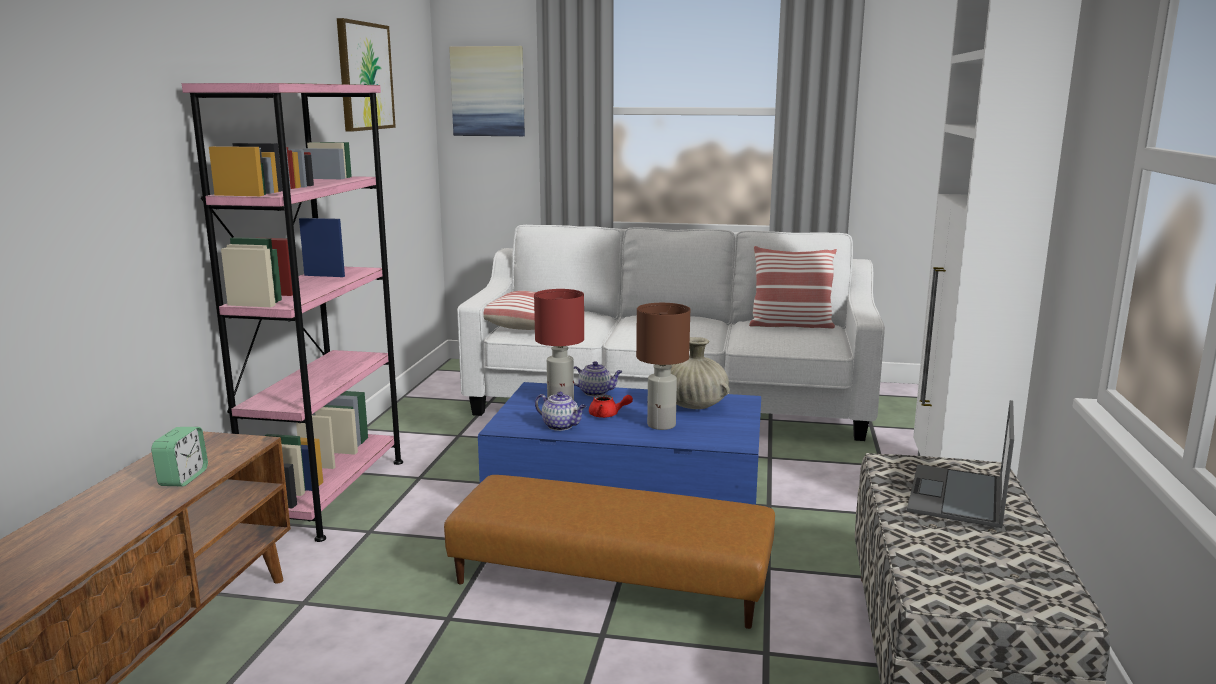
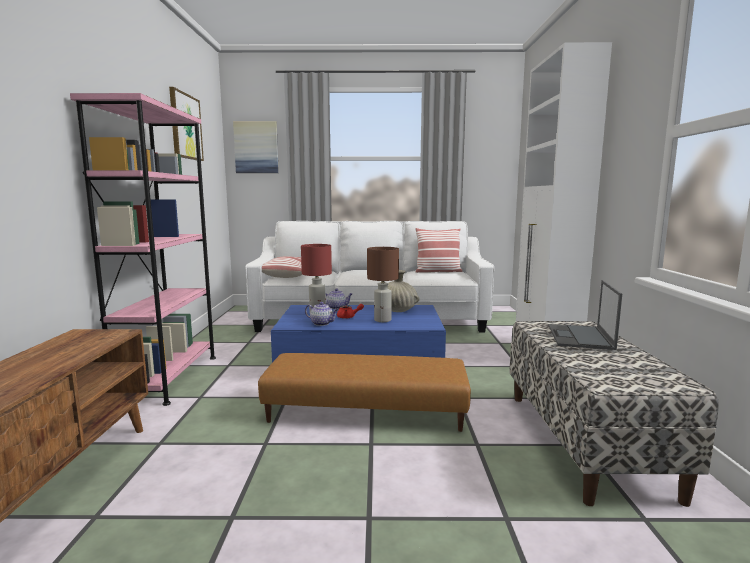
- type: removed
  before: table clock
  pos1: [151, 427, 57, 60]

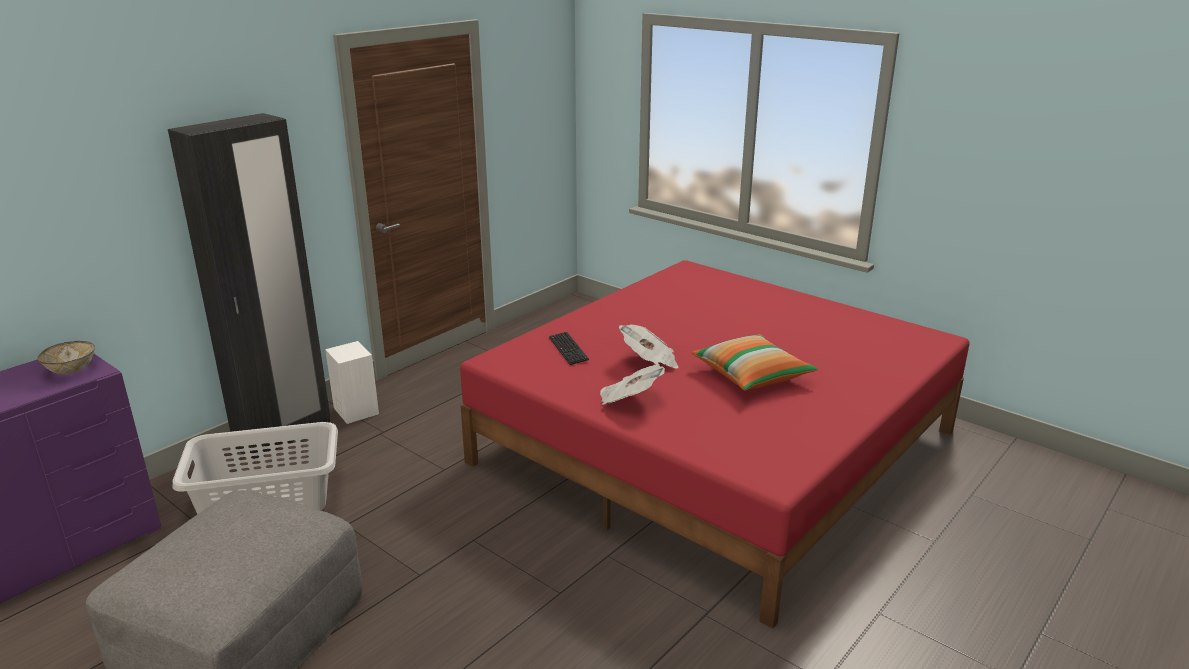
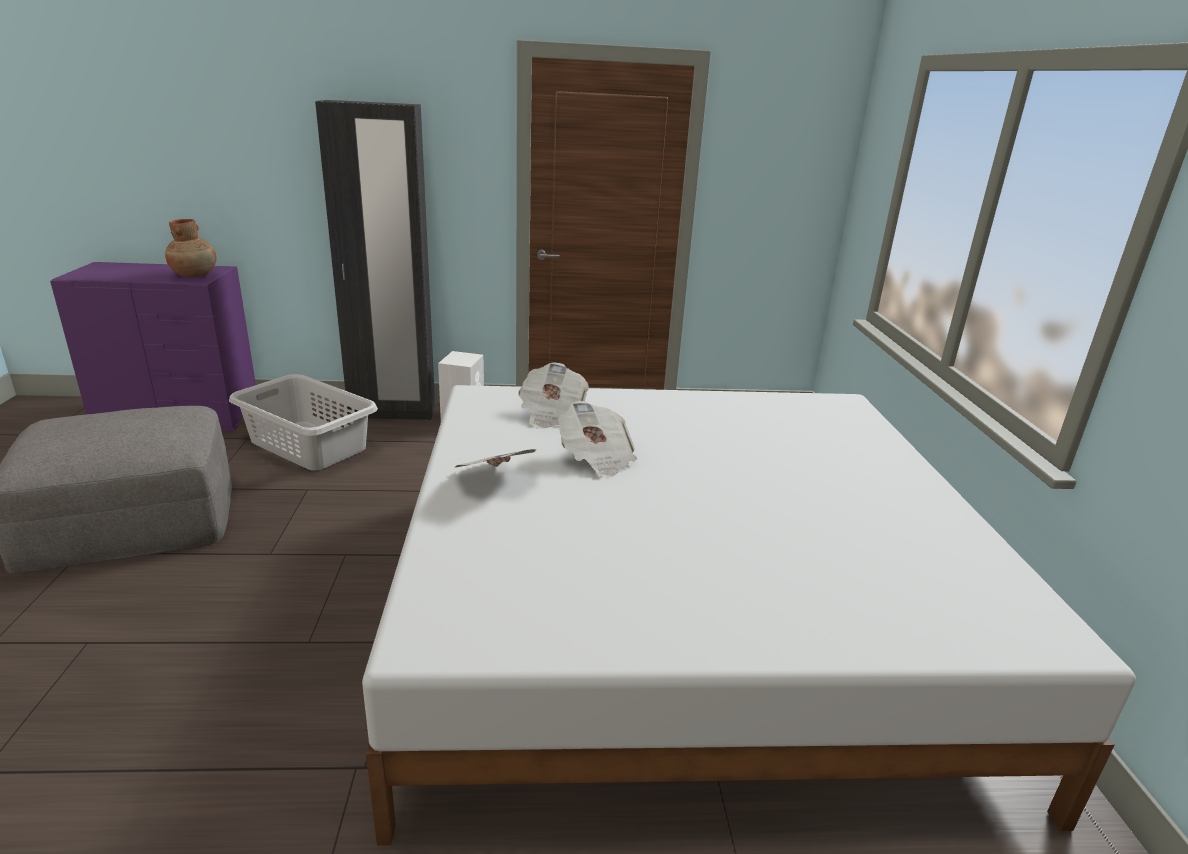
- type: removed
  before: pillow
  pos1: [691, 334, 127, 57]
- type: replaced
  before: serving bowl
  after: brown vase
  pos1: [37, 341, 58, 33]
  pos2: [165, 219, 52, 58]
- type: replaced
  before: computer keyboard
  after: printed paper
  pos1: [549, 332, 40, 33]
  pos2: [518, 363, 71, 66]
- type: recoloured
  before: red-coloured sleeping bed
  after: white-coloured sleeping bed
  pos1: [460, 260, 510, 369]
  pos2: [362, 385, 774, 461]

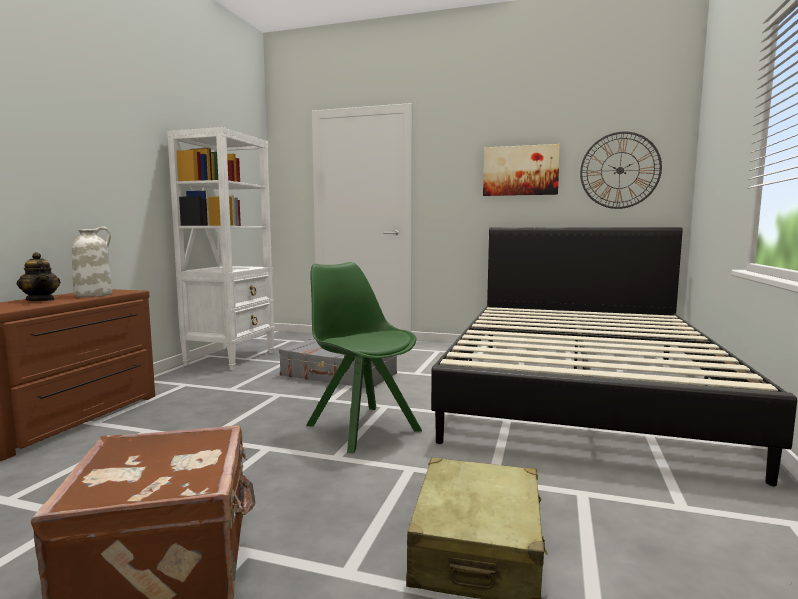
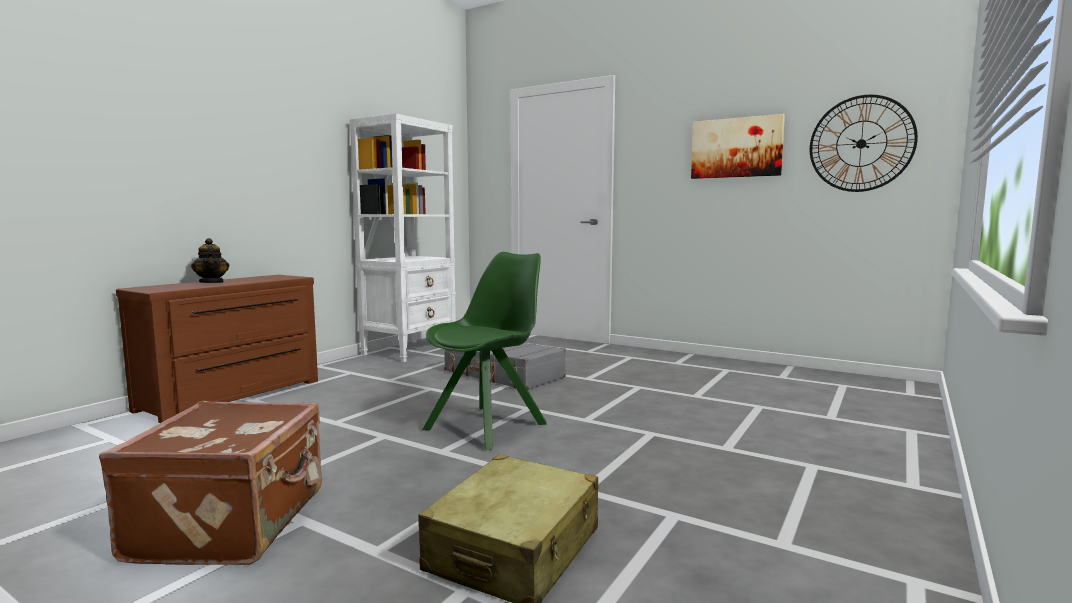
- type: removed
  before: white-coloured vase
  pos1: [72, 226, 40, 71]
- type: removed
  before: blackish sleeping bed
  pos1: [431, 227, 366, 259]
- type: turned
  before: green upright chair
  pos1: [306, 262, 116, 192]
  pos2: [422, 252, 125, 199]
  turn: 60

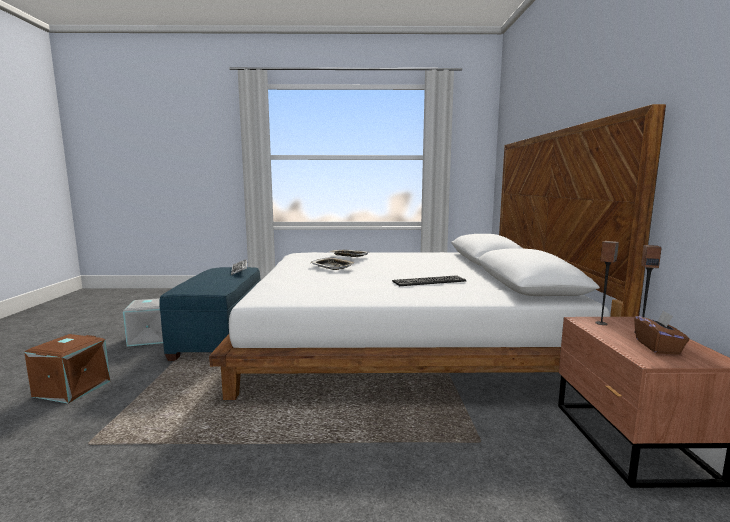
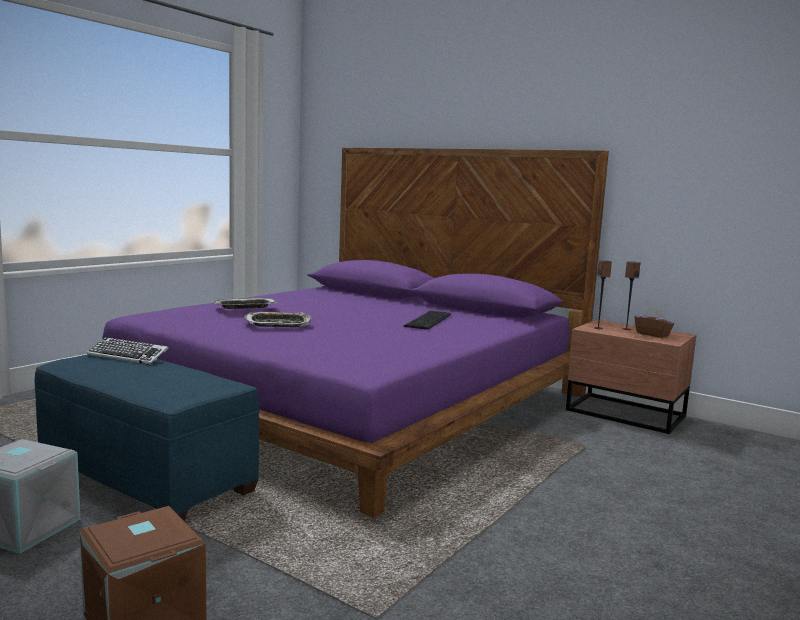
- type: recoloured
  before: white-coloured sleeping bed
  after: purplish sleeping bed
  pos1: [209, 104, 457, 296]
  pos2: [102, 148, 507, 370]

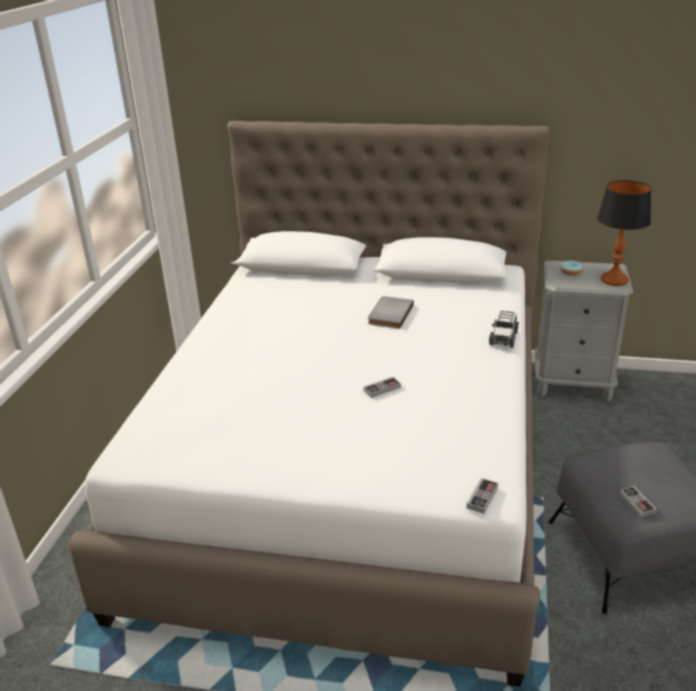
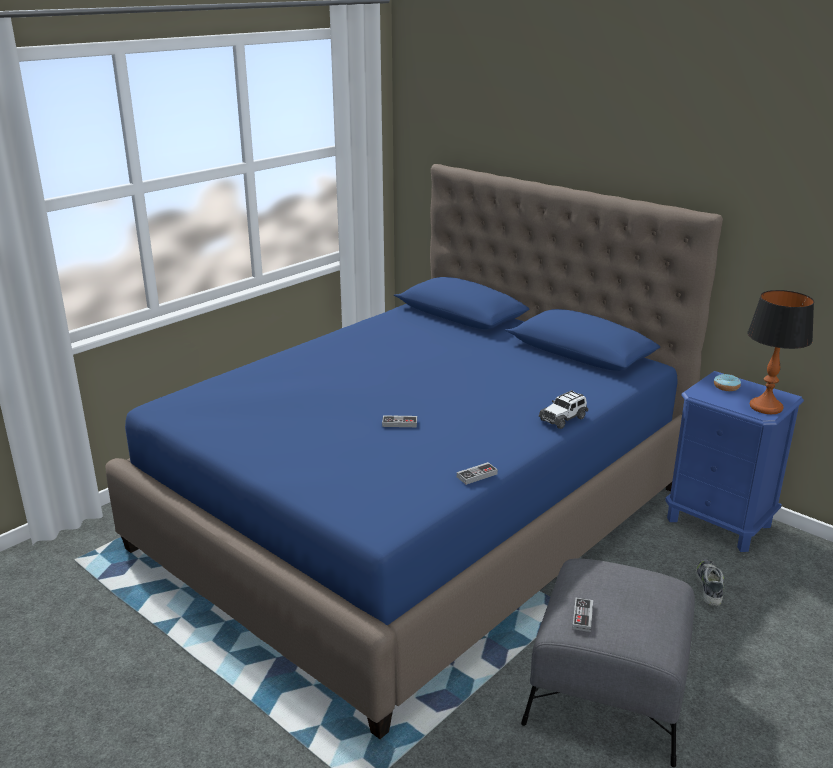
- type: removed
  before: greyish book
  pos1: [368, 296, 46, 33]
- type: added
  after: low shoe
  pos2: [696, 559, 28, 47]
- type: moved
  before: gamepad
  pos1: [466, 478, 32, 36]
  pos2: [457, 462, 41, 23]
- type: recoloured
  before: white-coloured sleeping bed
  after: blue sleeping bed
  pos1: [69, 121, 481, 566]
  pos2: [105, 164, 618, 575]
- type: recoloured
  before: greyish bedside table
  after: blue bedside table
  pos1: [535, 261, 98, 141]
  pos2: [665, 371, 139, 181]

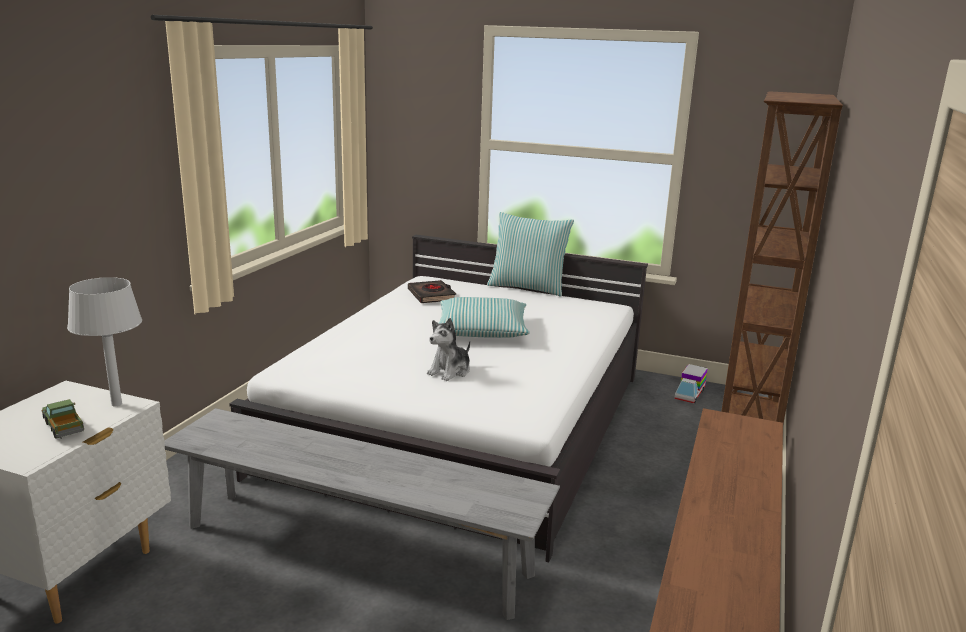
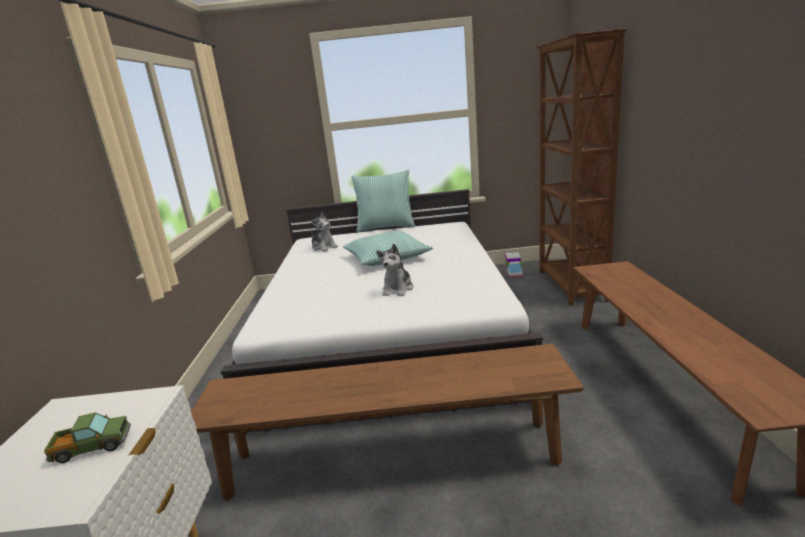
- type: removed
  before: greyish table lamp
  pos1: [67, 277, 75, 129]
- type: replaced
  before: blackish book
  after: soft toy
  pos1: [408, 280, 48, 23]
  pos2: [311, 212, 27, 40]
- type: recoloured
  before: greyish long seat
  after: brown long seat
  pos1: [164, 408, 396, 212]
  pos2: [191, 344, 393, 157]
- type: turned
  before: toy truck
  pos1: [42, 399, 42, 40]
  pos2: [44, 412, 87, 51]
  turn: 135

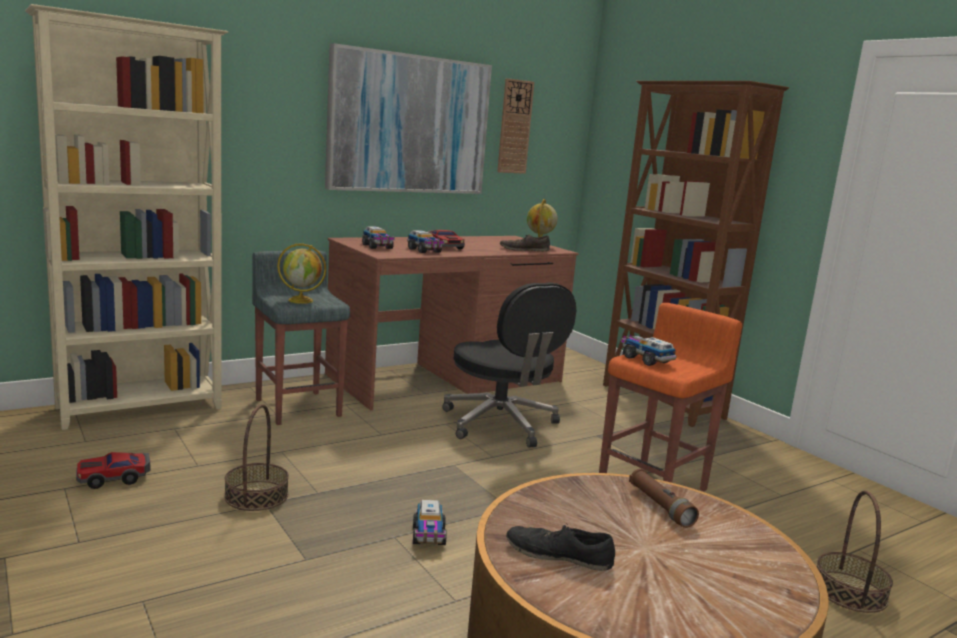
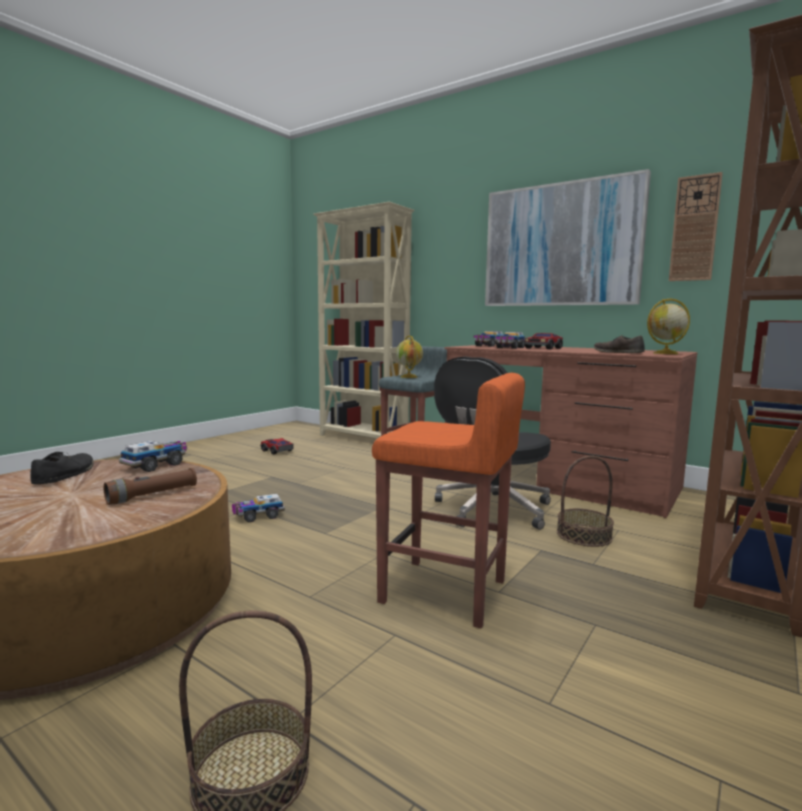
- type: moved
  before: basket
  pos1: [225, 404, 64, 107]
  pos2: [557, 456, 57, 91]
- type: moved
  before: toy truck
  pos1: [621, 335, 56, 31]
  pos2: [119, 441, 68, 31]

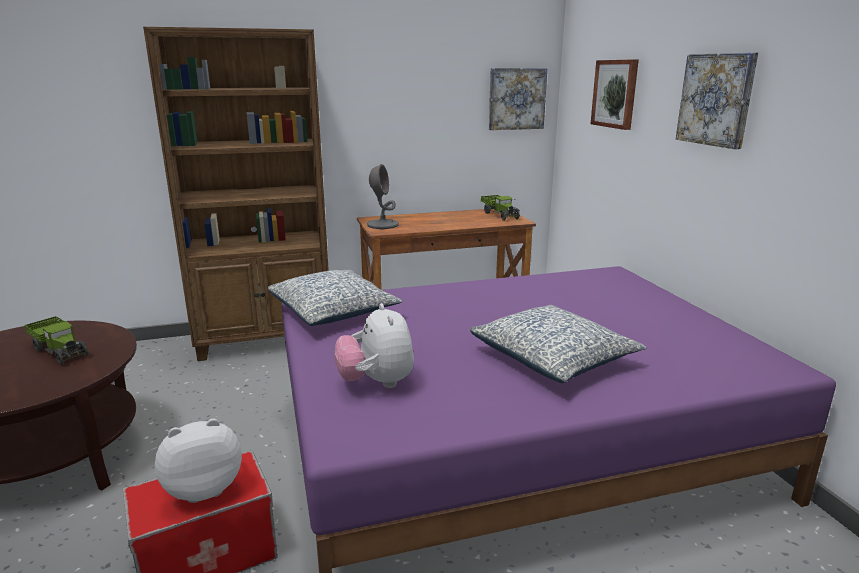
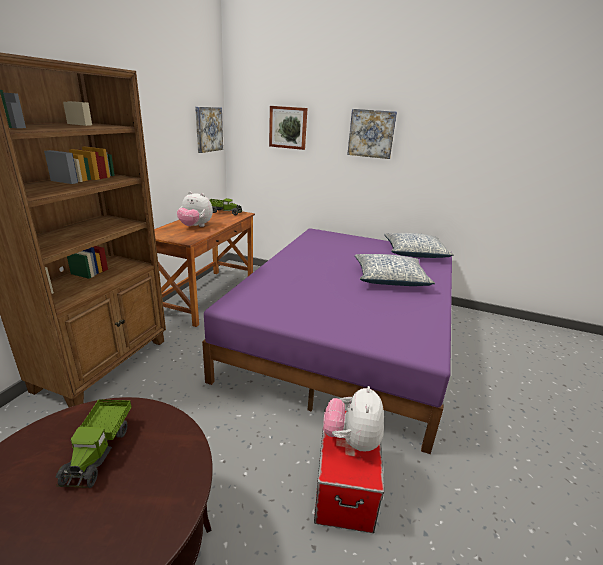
- type: removed
  before: greyish table lamp
  pos1: [367, 164, 32, 65]
- type: moved
  before: pillow
  pos1: [268, 270, 134, 56]
  pos2: [384, 233, 70, 25]
- type: moved
  before: soft toy
  pos1: [335, 303, 79, 85]
  pos2: [177, 191, 36, 36]
- type: turned
  before: toy truck
  pos1: [25, 316, 64, 49]
  pos2: [56, 399, 76, 89]
  turn: 105

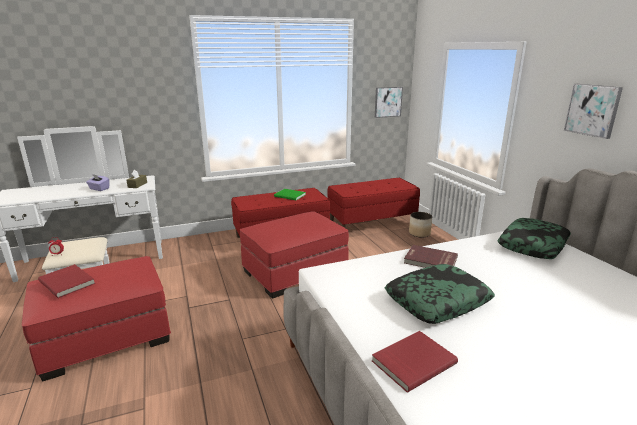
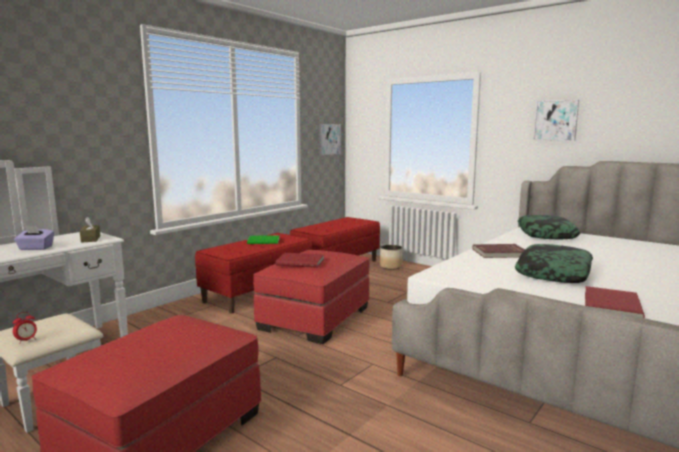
- type: moved
  before: red-coloured book
  pos1: [38, 264, 57, 34]
  pos2: [276, 253, 48, 15]

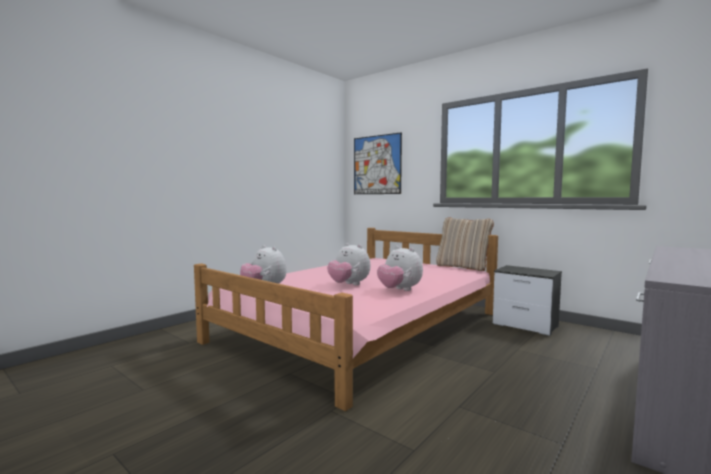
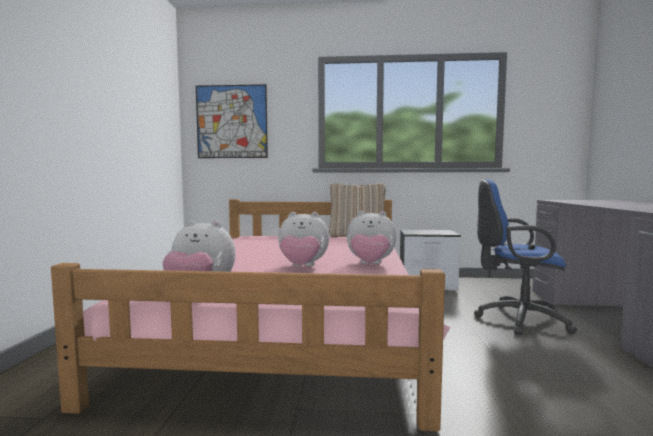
- type: added
  after: blue computer chair
  pos2: [474, 179, 103, 156]

